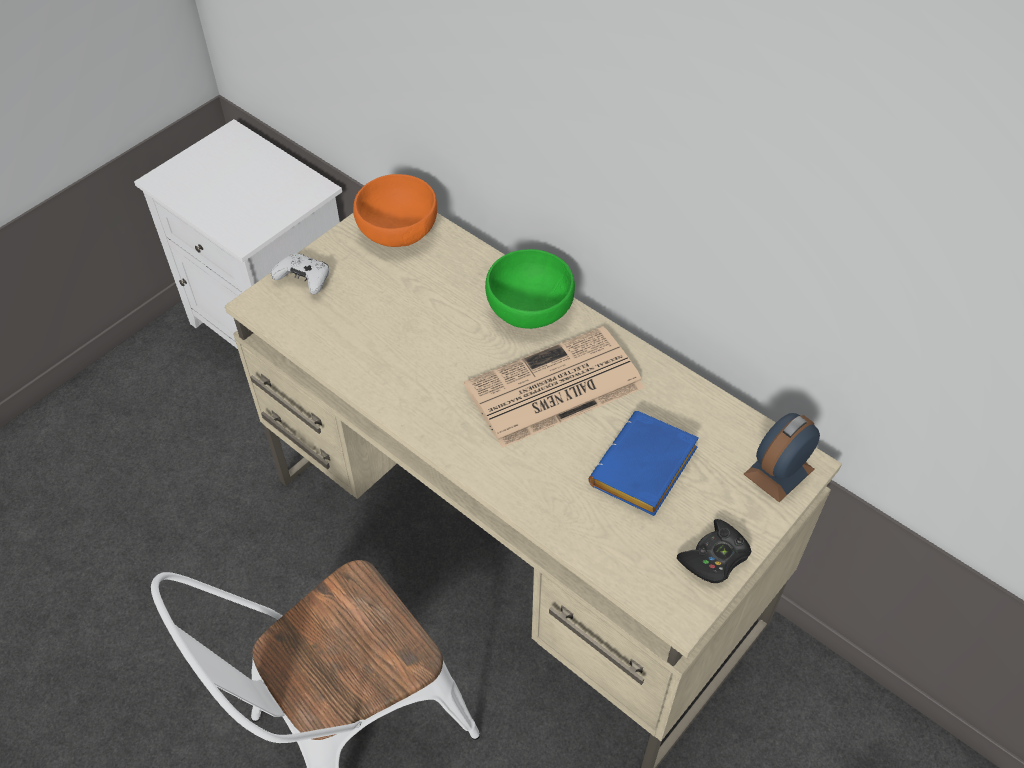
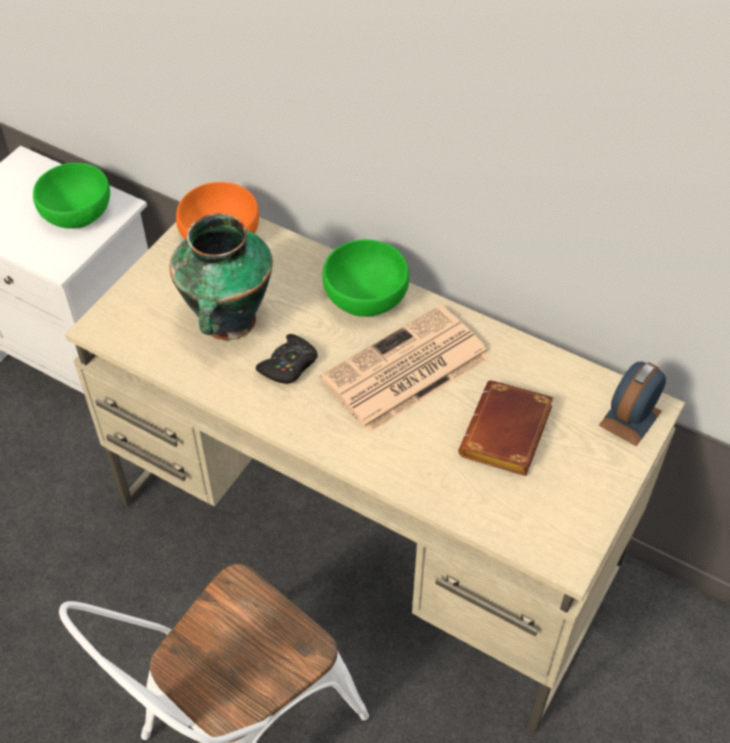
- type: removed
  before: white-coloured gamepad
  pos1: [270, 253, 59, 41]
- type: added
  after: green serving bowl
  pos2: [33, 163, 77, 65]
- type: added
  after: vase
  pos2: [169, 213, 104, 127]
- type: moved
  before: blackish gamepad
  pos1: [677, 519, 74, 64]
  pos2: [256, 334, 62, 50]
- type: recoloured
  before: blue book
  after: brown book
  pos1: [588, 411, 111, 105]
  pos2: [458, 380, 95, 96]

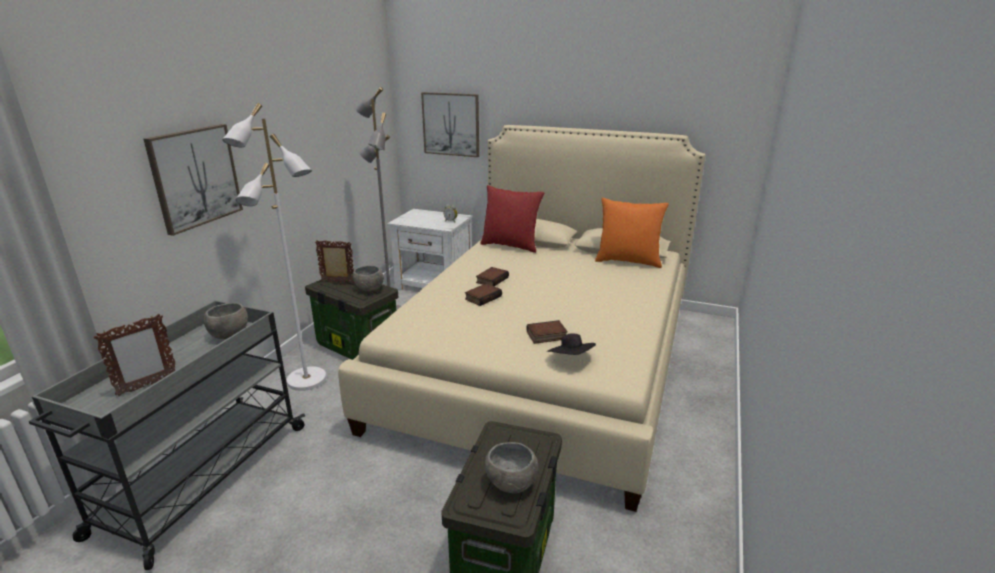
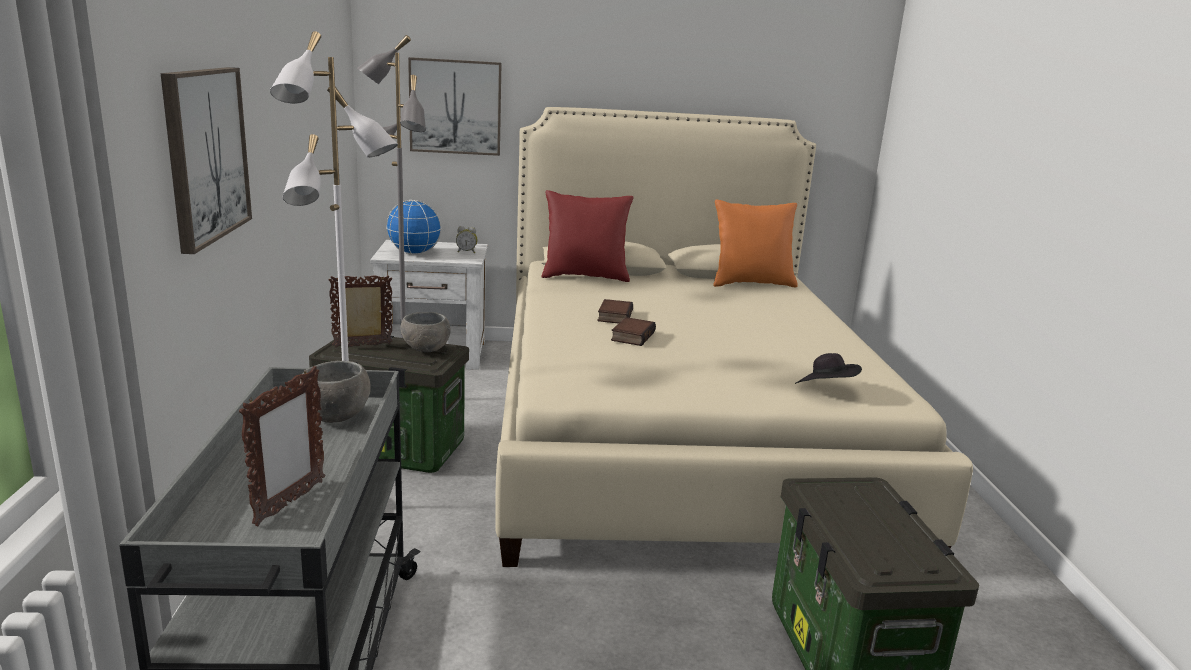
- type: removed
  before: greyish serving bowl
  pos1: [485, 442, 54, 52]
- type: removed
  before: book
  pos1: [527, 320, 41, 24]
- type: added
  after: world globe
  pos2: [386, 200, 56, 54]

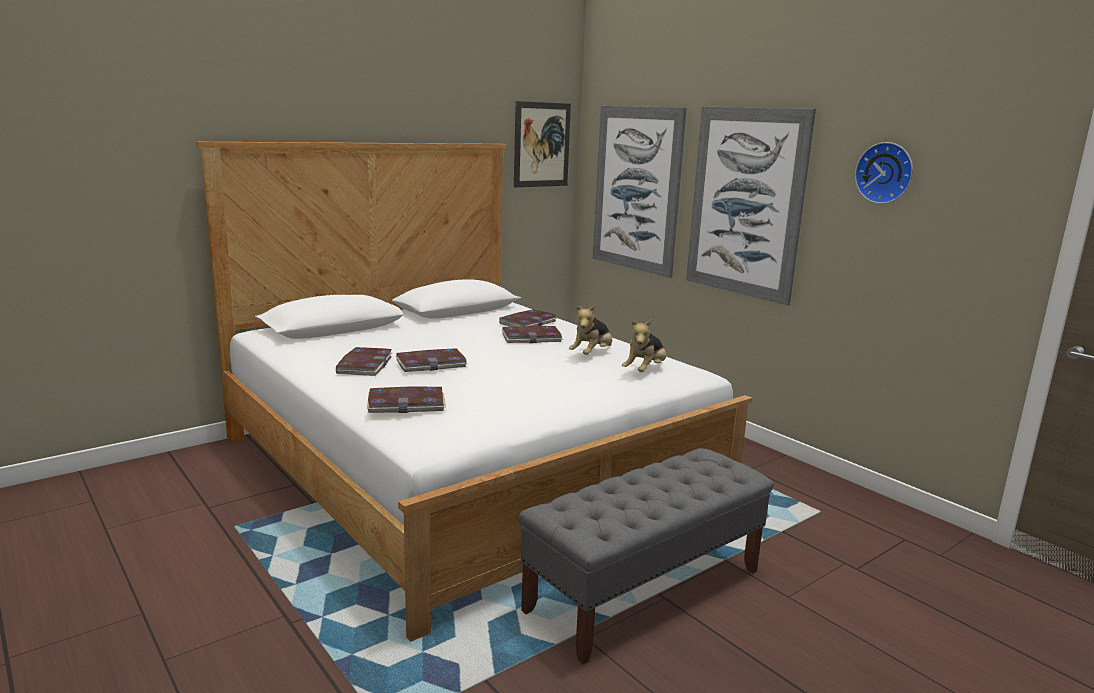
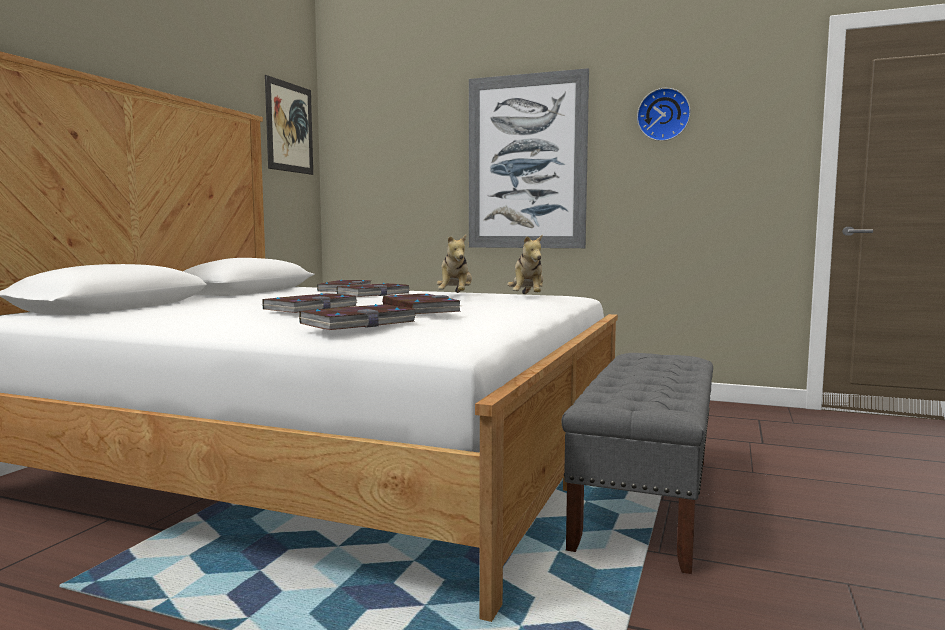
- type: removed
  before: picture
  pos1: [593, 106, 94, 172]
- type: moved
  before: book
  pos1: [336, 347, 56, 29]
  pos2: [382, 293, 79, 21]

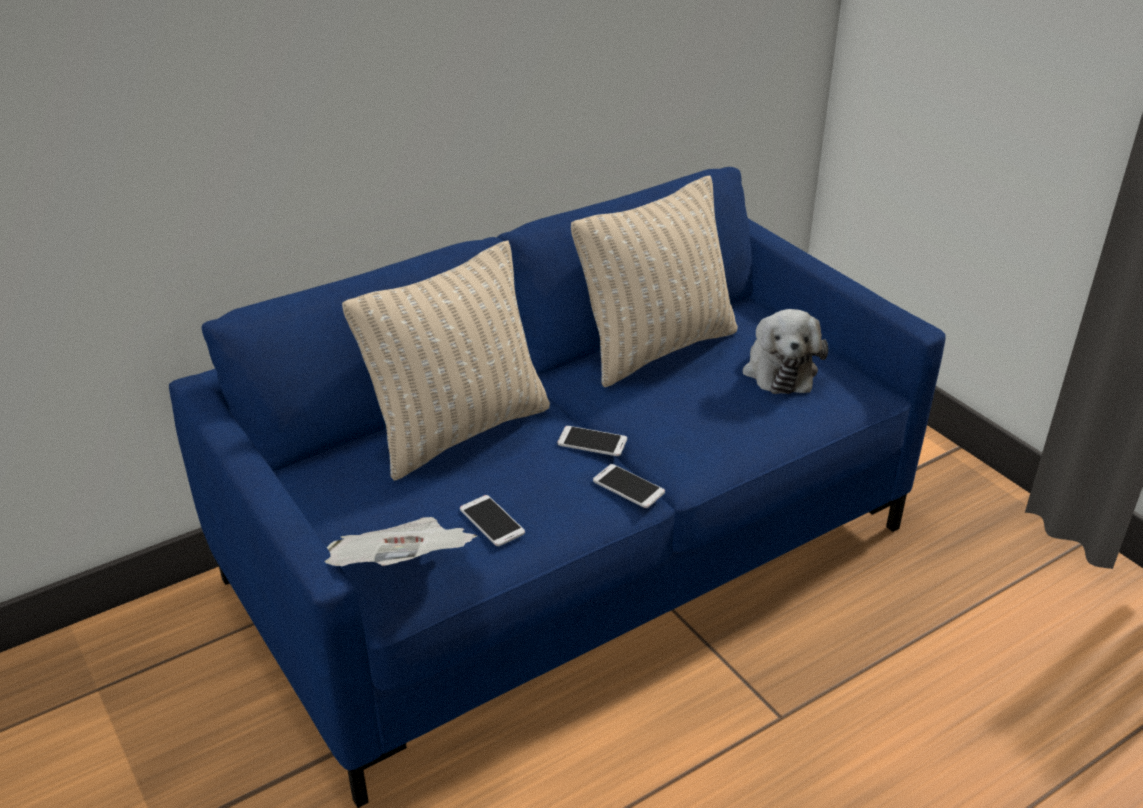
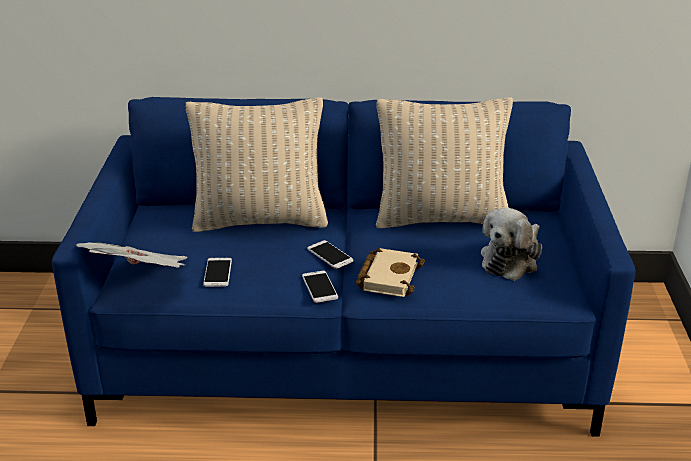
- type: added
  after: beige-coloured book
  pos2: [356, 248, 69, 49]

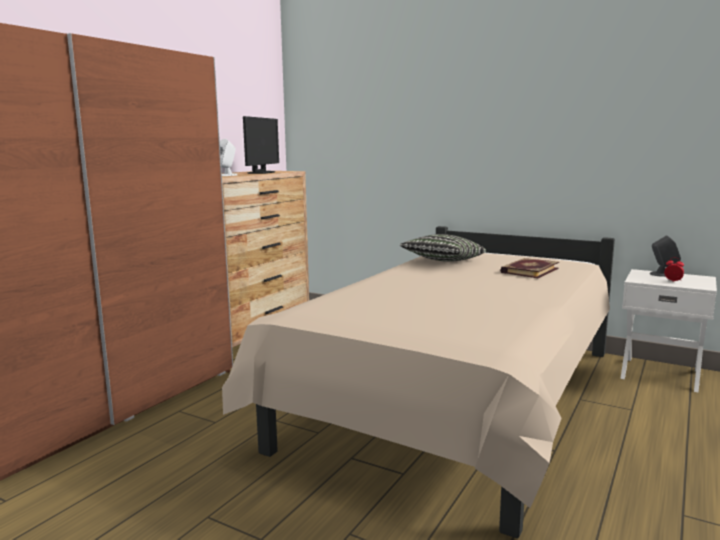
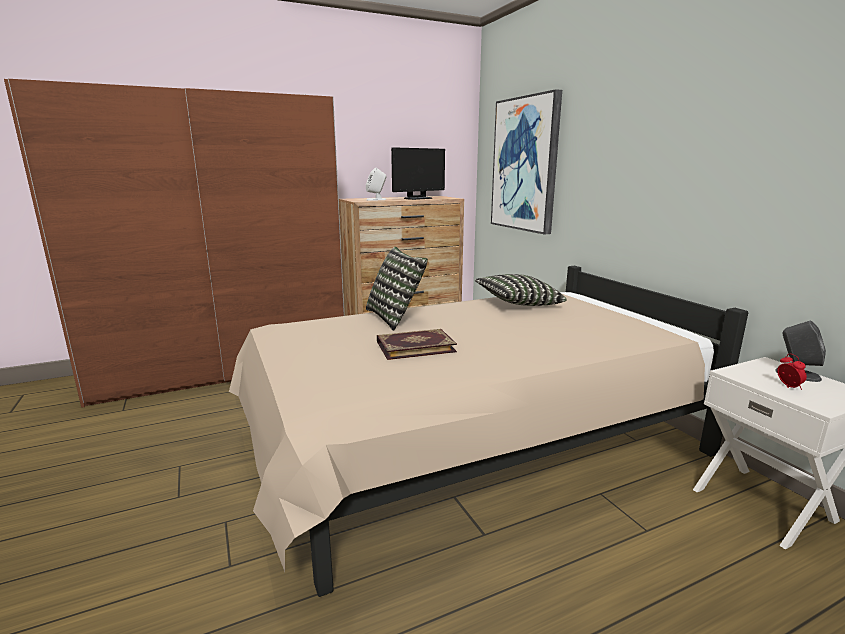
- type: added
  after: pillow
  pos2: [366, 247, 62, 84]
- type: added
  after: picture
  pos2: [491, 89, 71, 146]
- type: moved
  before: book
  pos1: [500, 258, 59, 20]
  pos2: [377, 329, 80, 31]

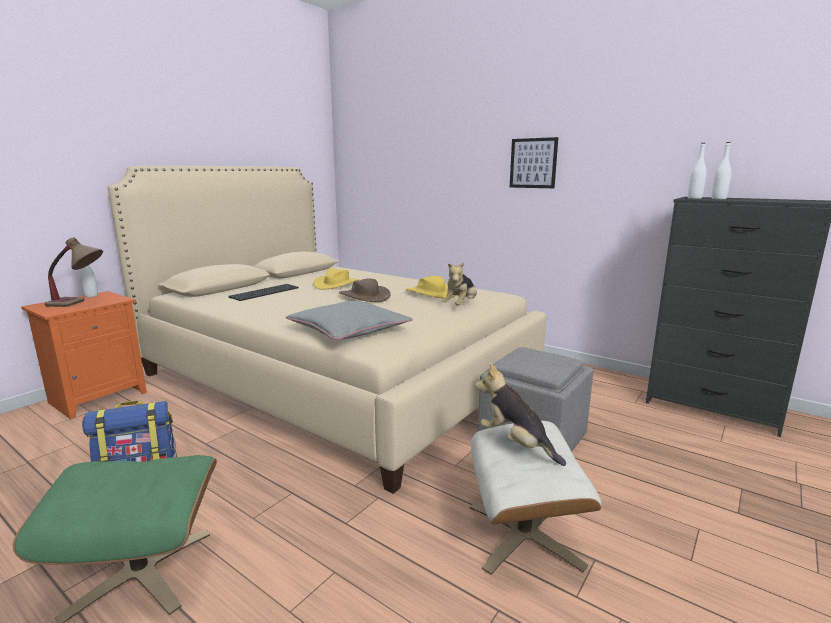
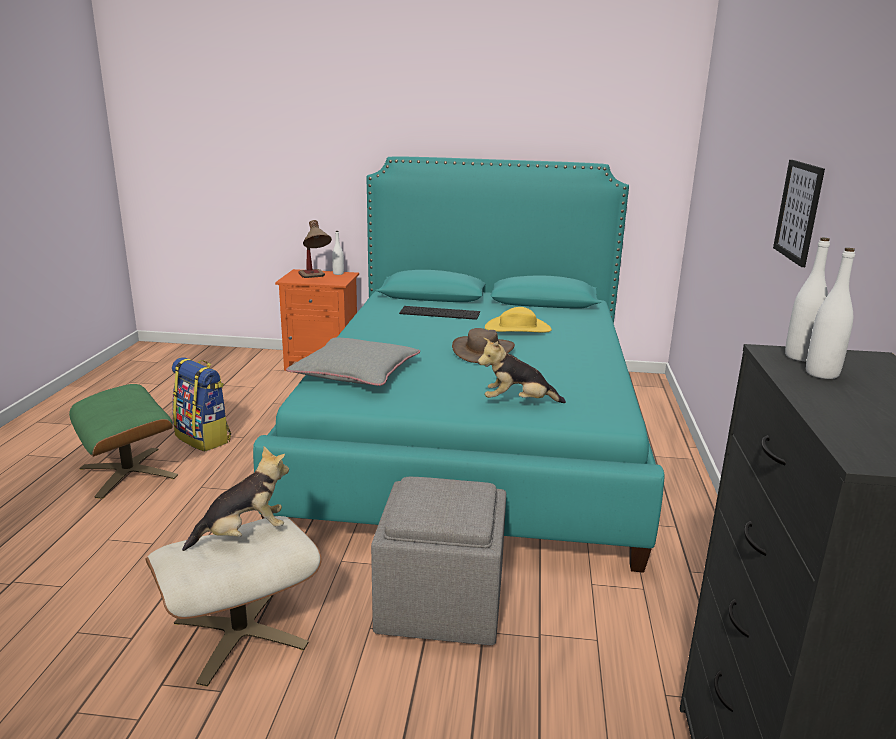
- type: removed
  before: yellow hat
  pos1: [405, 276, 50, 22]
- type: recoloured
  before: beige-coloured sleeping bed
  after: turquoise-coloured sleeping bed
  pos1: [108, 166, 438, 328]
  pos2: [253, 156, 411, 417]
- type: turned
  before: soft toy
  pos1: [475, 363, 91, 103]
  pos2: [182, 446, 107, 105]
  turn: 45

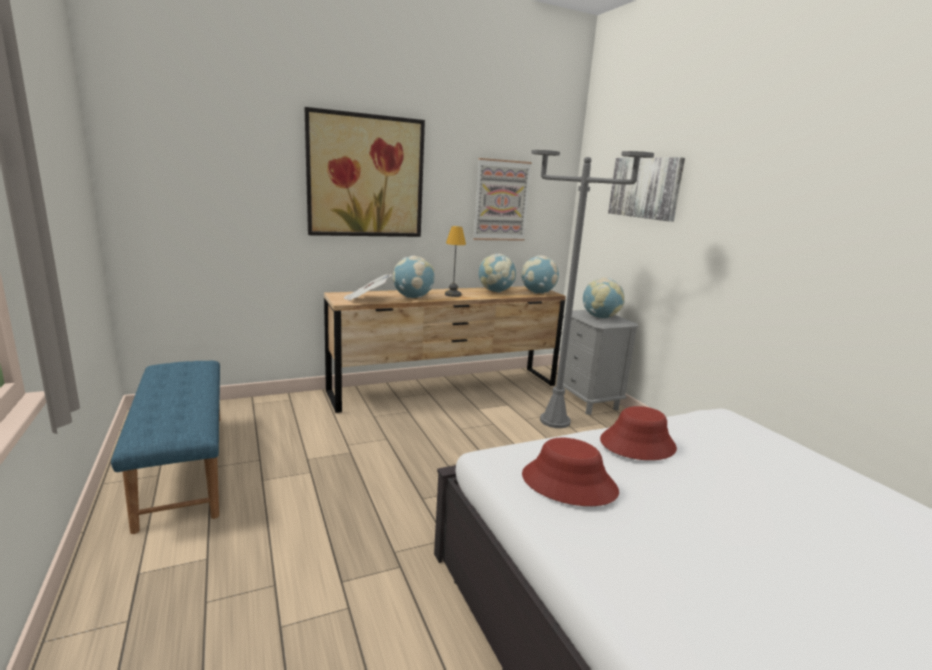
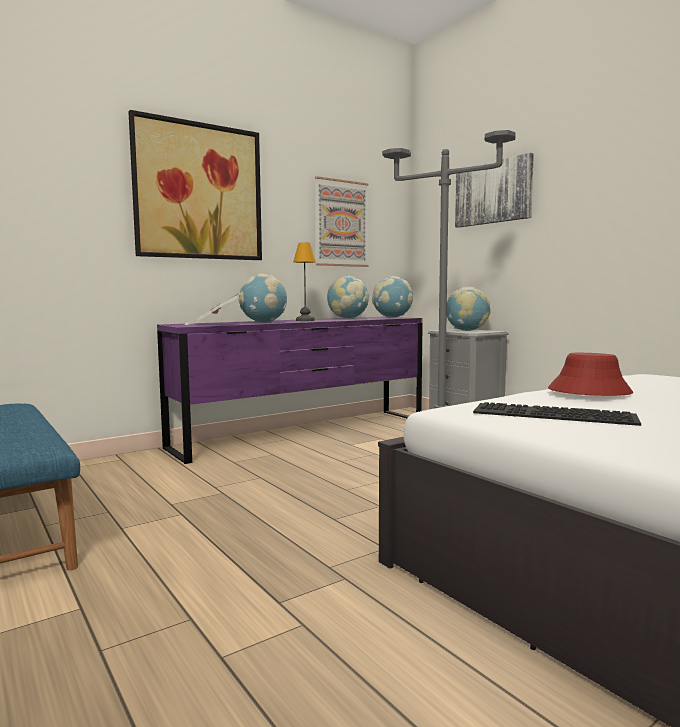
- type: replaced
  before: red-coloured hat
  after: computer keyboard
  pos1: [522, 438, 97, 68]
  pos2: [473, 402, 168, 24]
- type: recoloured
  before: brown chest of drawers
  after: purplish chest of drawers
  pos1: [324, 286, 242, 127]
  pos2: [157, 316, 266, 148]

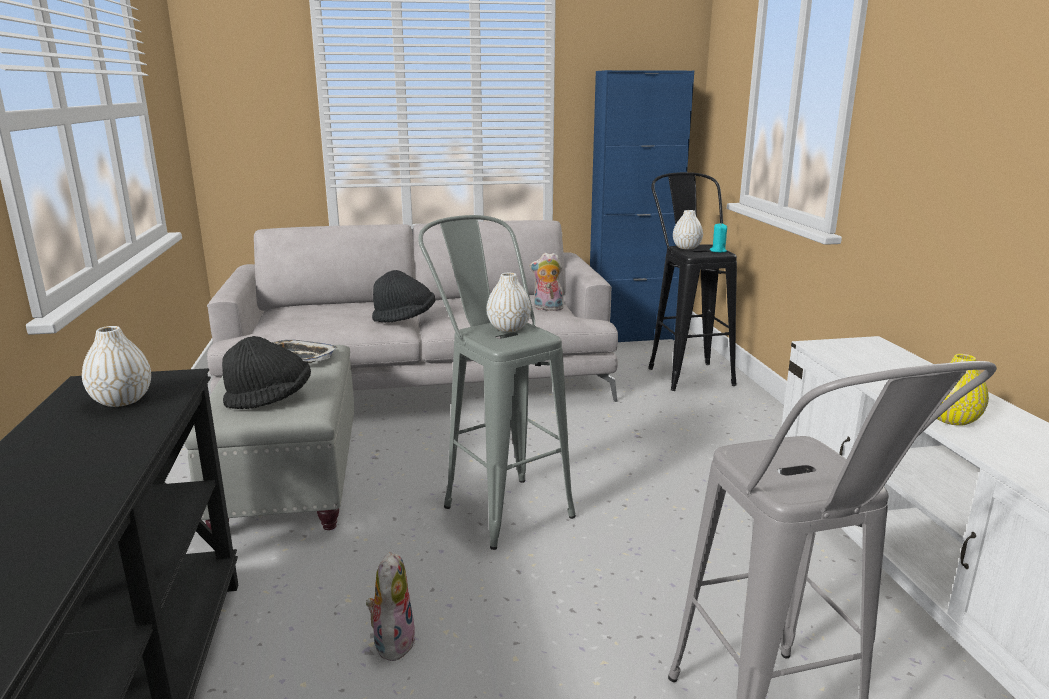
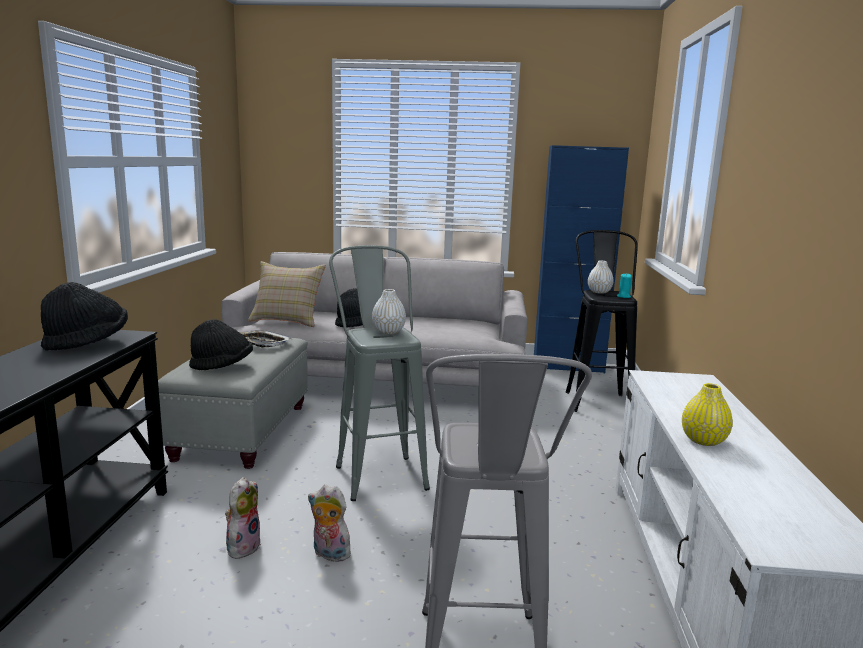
- type: added
  after: beige-coloured pillow
  pos2: [248, 261, 78, 66]
- type: moved
  before: soft toy
  pos1: [529, 253, 35, 58]
  pos2: [308, 485, 47, 77]
- type: replaced
  before: white-coloured vase
  after: blackish hat
  pos1: [82, 326, 69, 81]
  pos2: [41, 282, 87, 69]

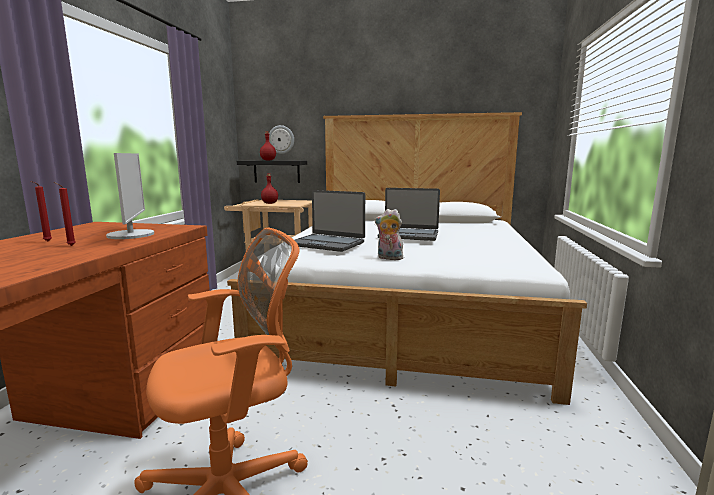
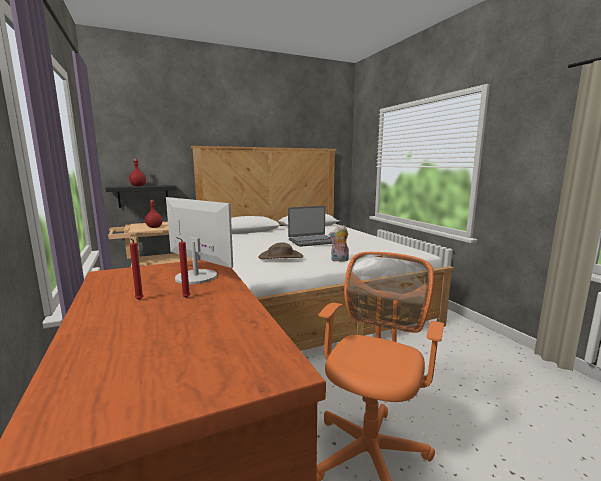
- type: removed
  before: wall clock
  pos1: [269, 125, 25, 29]
- type: replaced
  before: laptop
  after: brown hat
  pos1: [294, 190, 71, 62]
  pos2: [258, 242, 45, 17]

